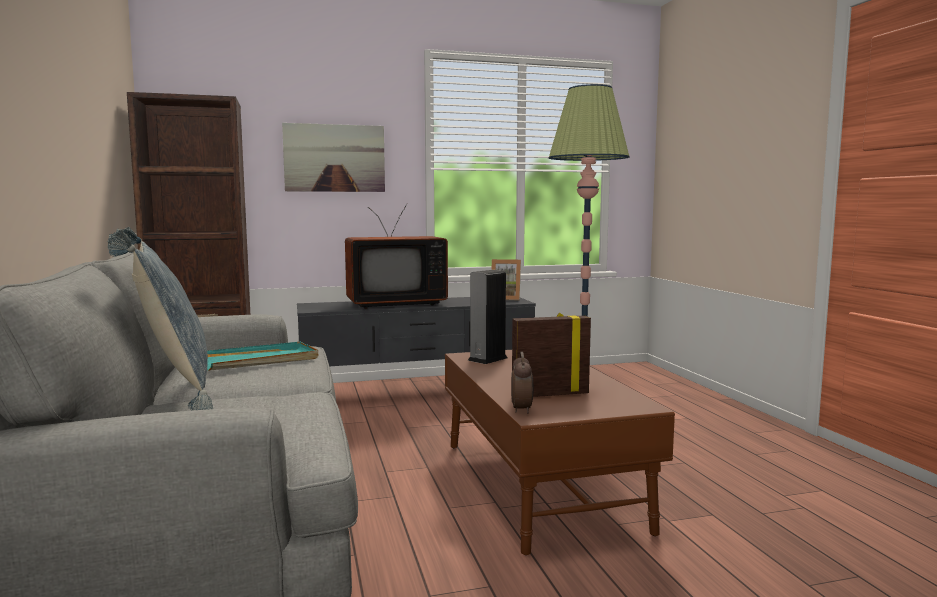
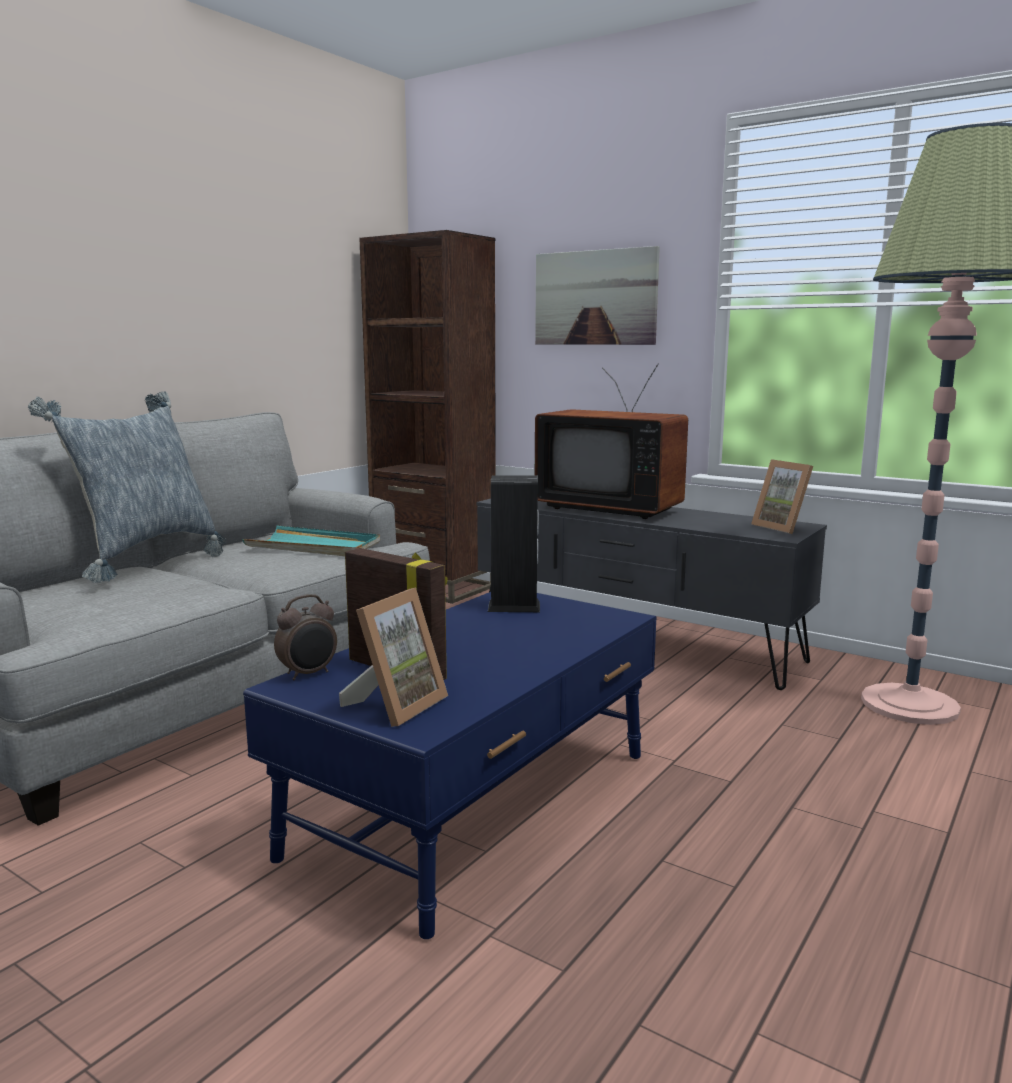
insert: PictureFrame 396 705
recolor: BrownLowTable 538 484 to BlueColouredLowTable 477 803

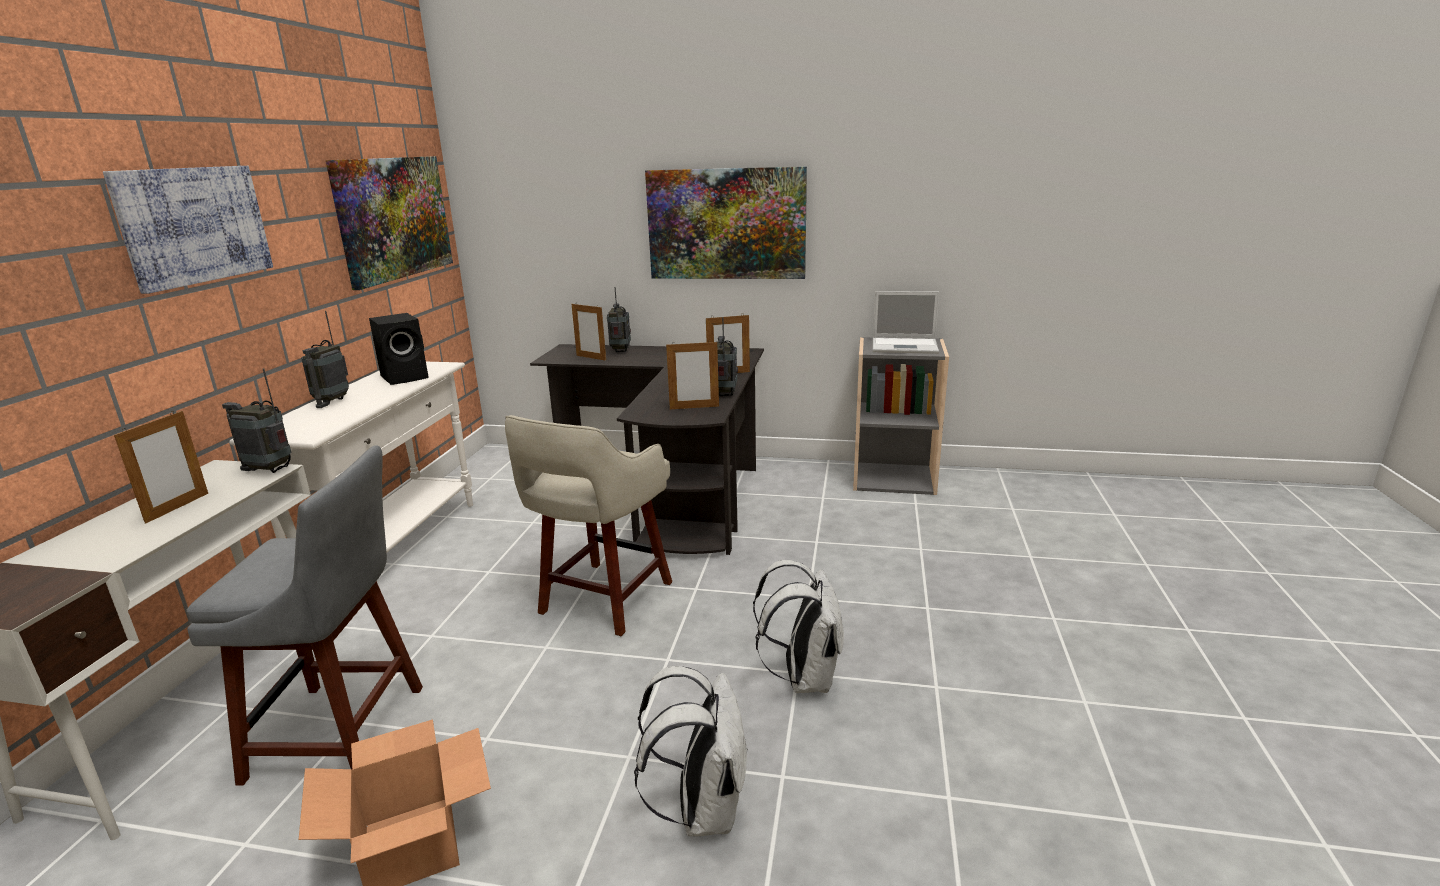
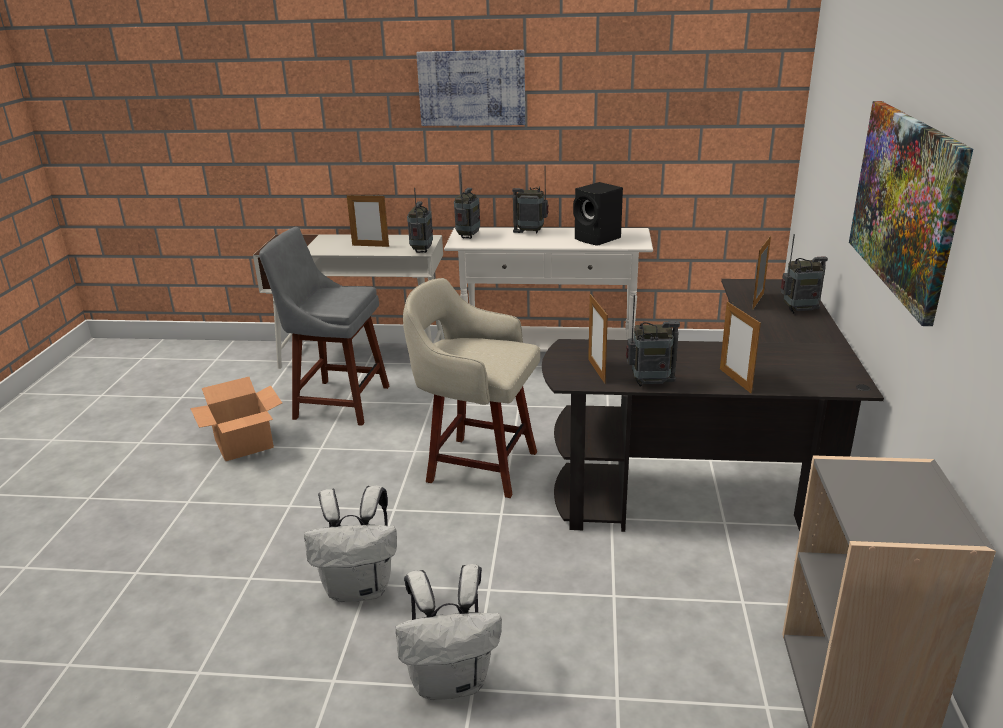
delete: WallPicture 394 218; NotebookComputer 906 346
insert: RadioReceiver 468 236
move: WhitishBackpack 702 808 to 451 680
rotate: GrayChair 345 733 = 337 401 105 degrees clockwise

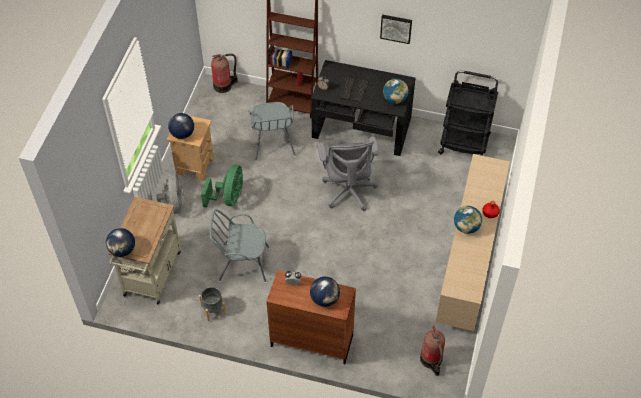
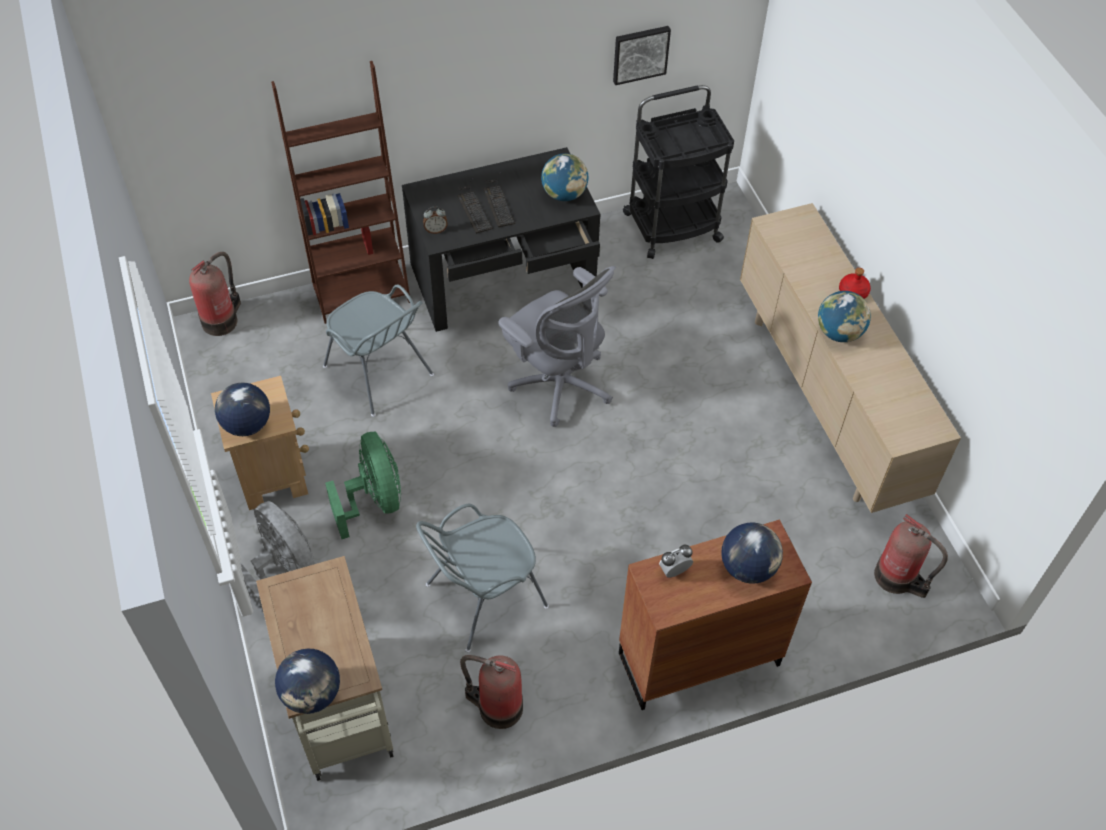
move: WallPicture 396 28 to 640 53
replace: GrayPlantPot 213 310 to FireExtinguisher 497 707

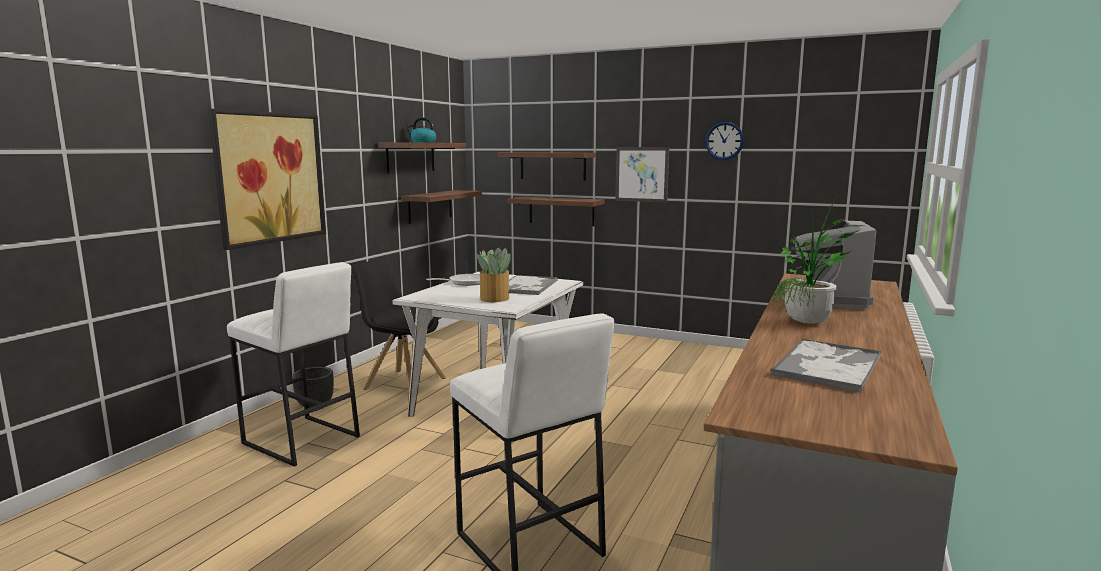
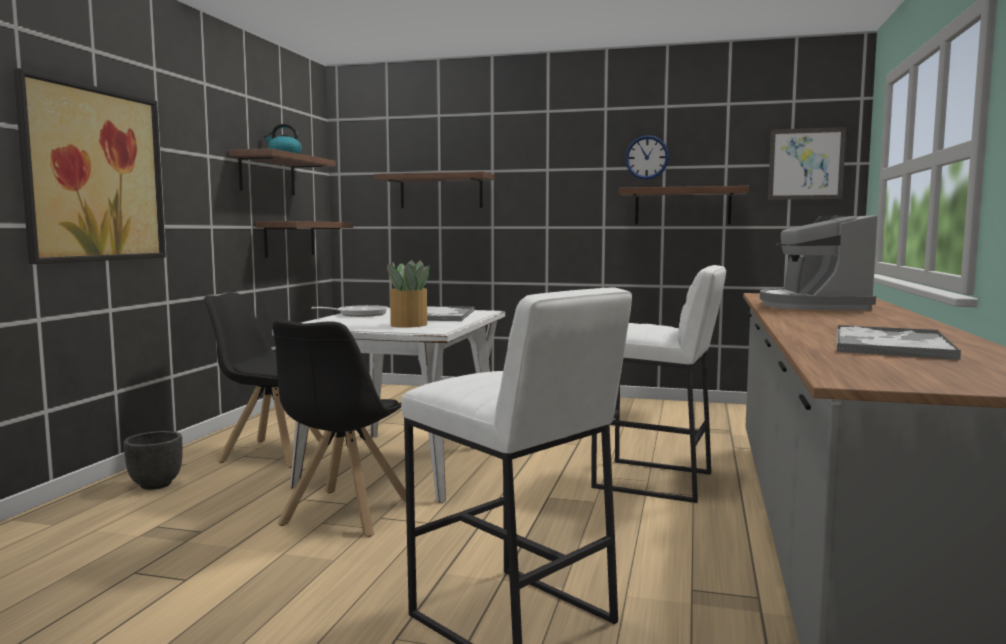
delete: Houseplant 807 324
insert: BlackColouredChair 344 514
move: WhitishStoolSeat 302 440 to 655 481; WallShelf 561 211 to 682 206; WallPicture 641 174 to 806 164

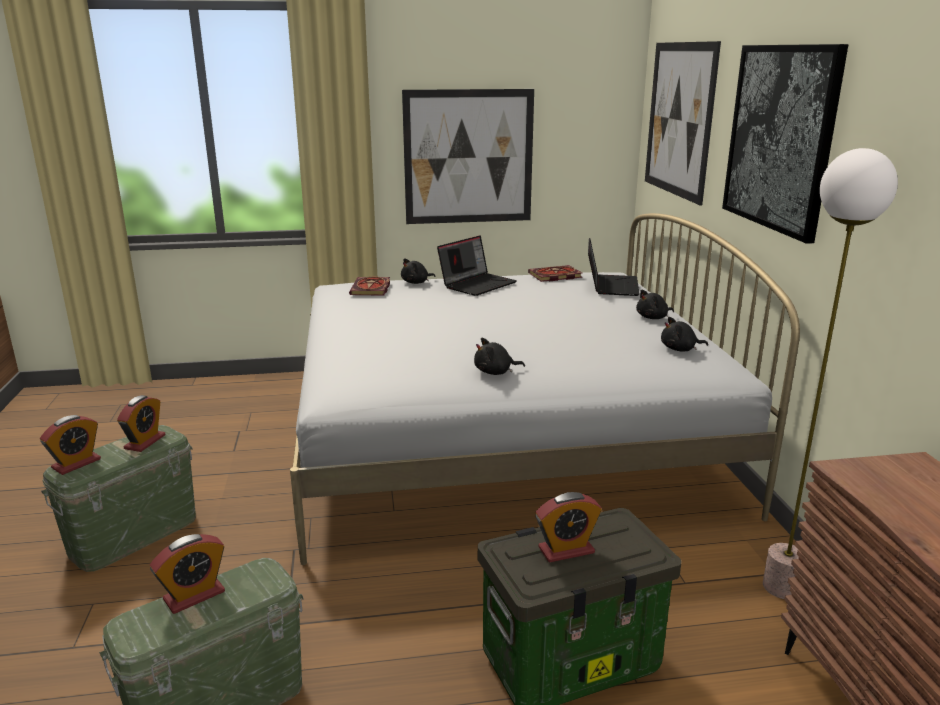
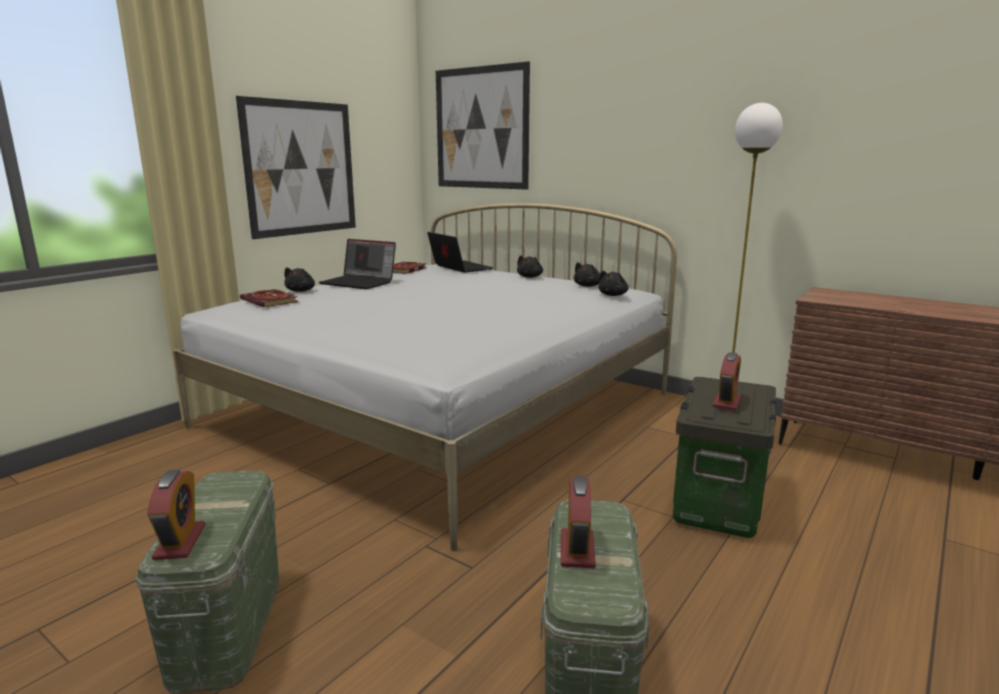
delete: TableClock 145 442; WallPicture 780 138
move: BlackColouredSoftToy 495 372 to 613 295
rotate: NotebookComputer 477 284 = 360 283 120 degrees clockwise

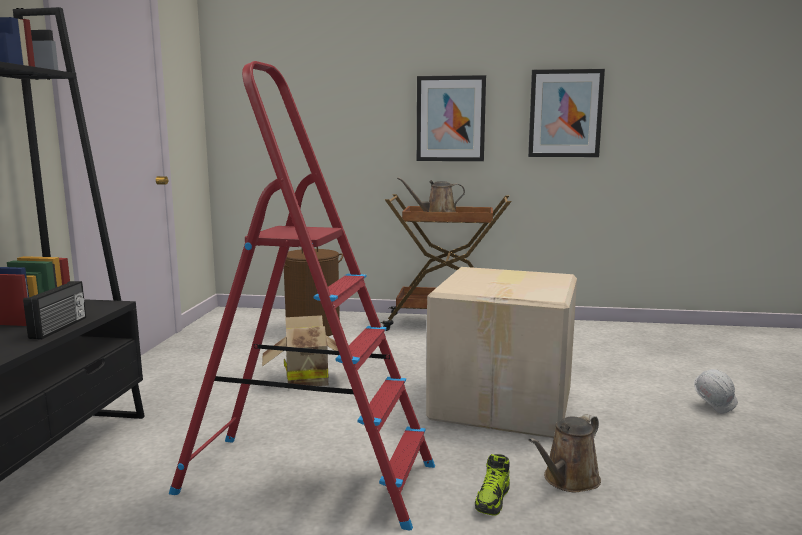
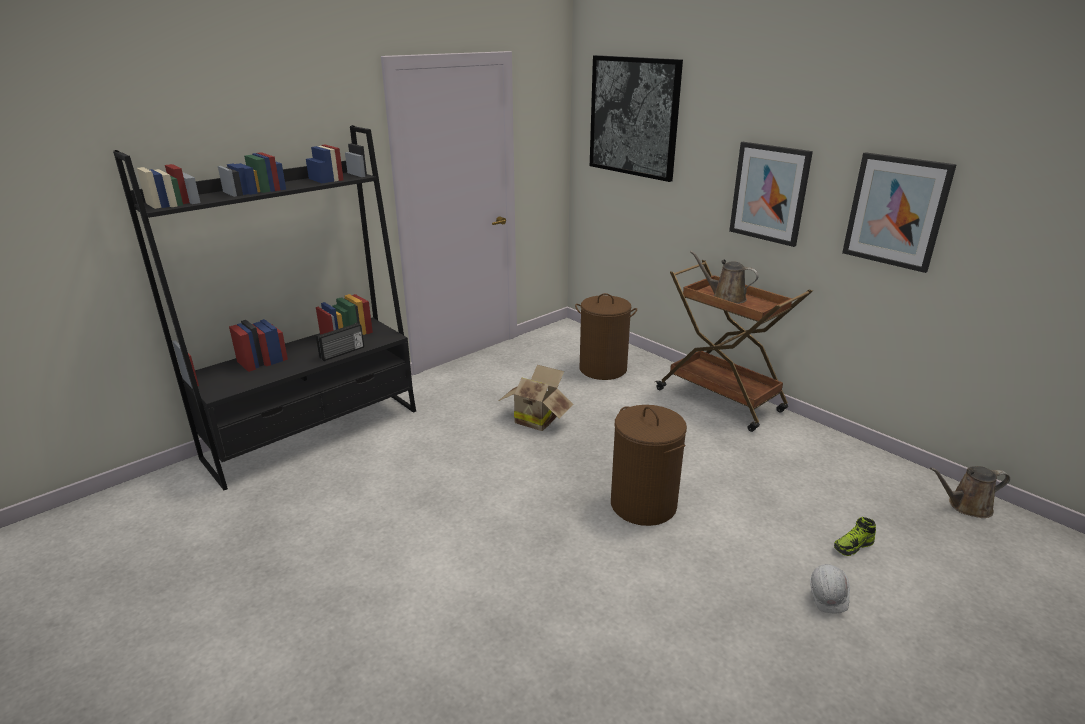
delete: RedStepStool 309 479
insert: WallPicture 633 117
move: Shoe 493 500 to 853 546; BrownWateringPot 568 480 to 966 506
replace: CardboardBox 504 403 to BrownHamper 643 505

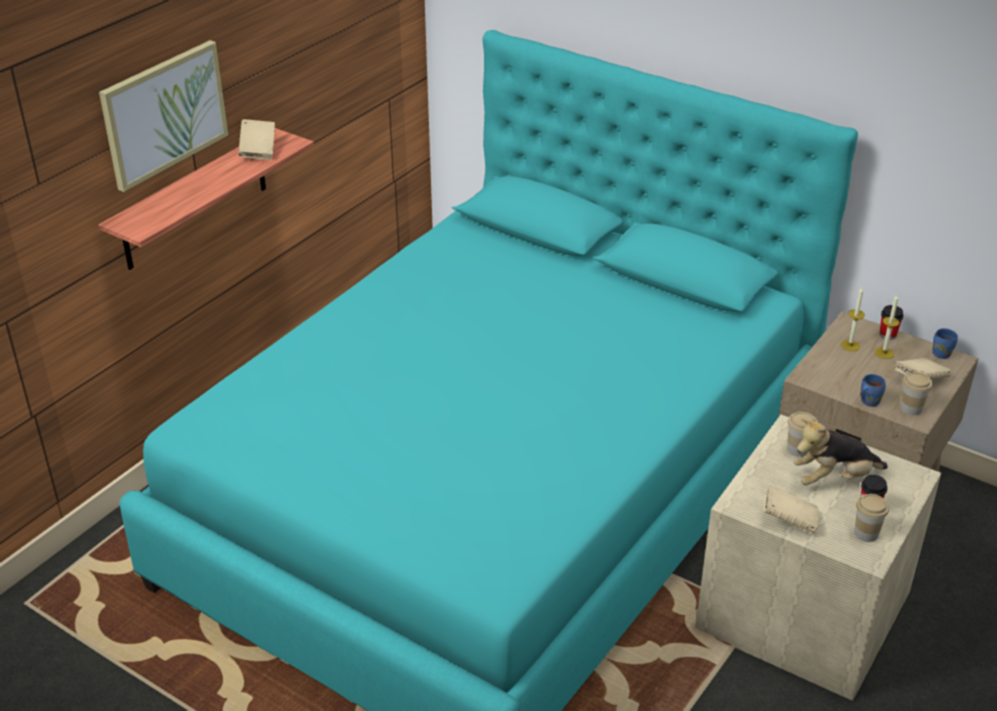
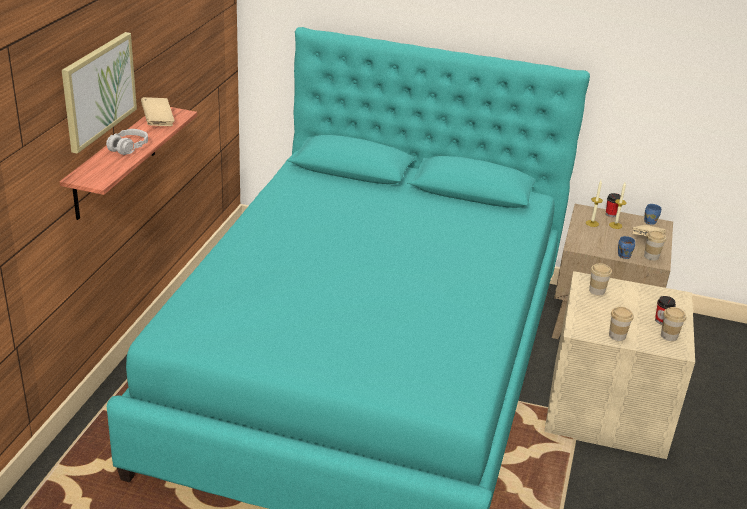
delete: SoftToy 833 478
insert: GrayPairOfHeadphones 128 148
replace: BeigeBook 789 520 to DrinkingCup 617 336

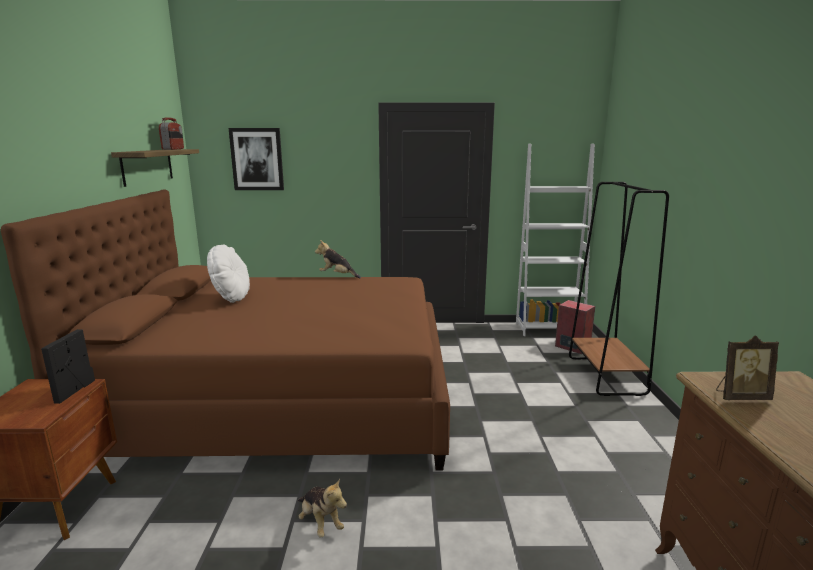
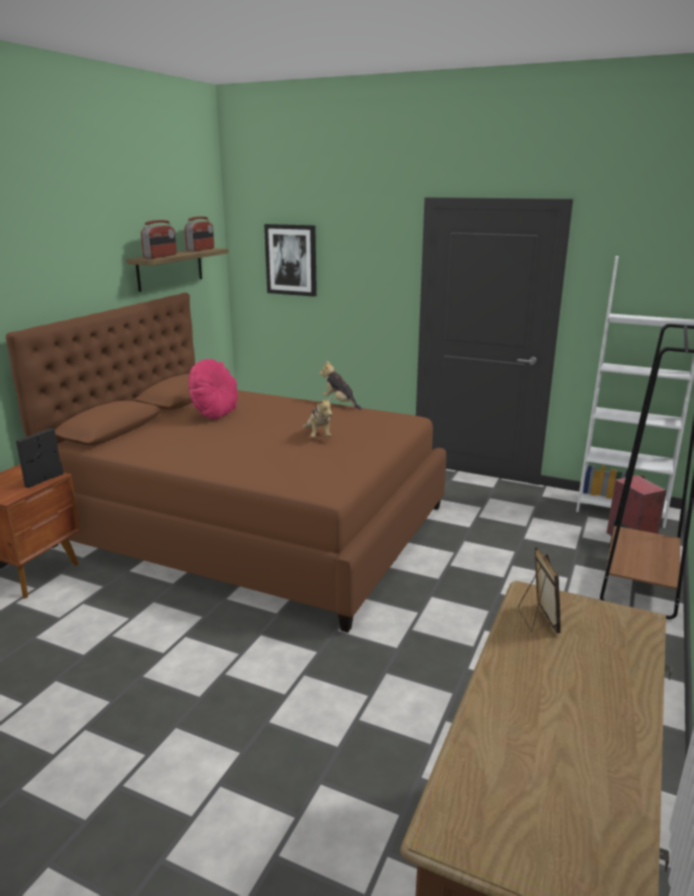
insert: RadioReceiver 160 256
move: SoftToy 320 522 to 318 436
recolor: WhitishThrowPillow 231 299 to PinkColouredThrowPillow 215 415
rotate: PictureFrame 740 396 = 537 619 120 degrees counterclockwise

